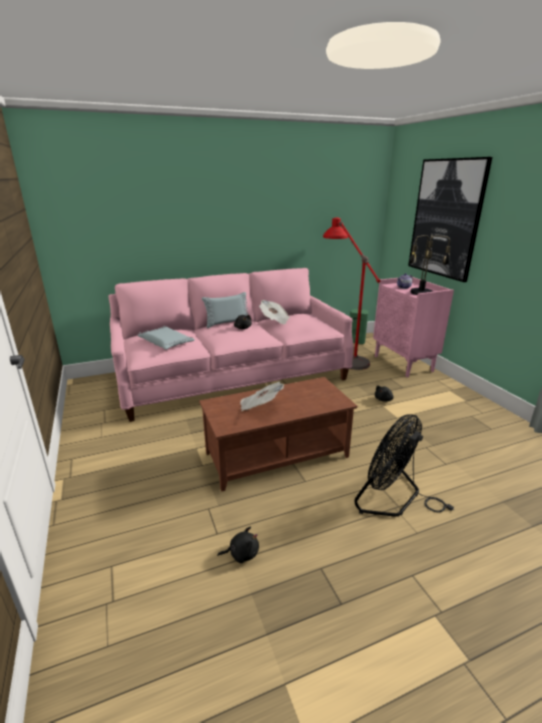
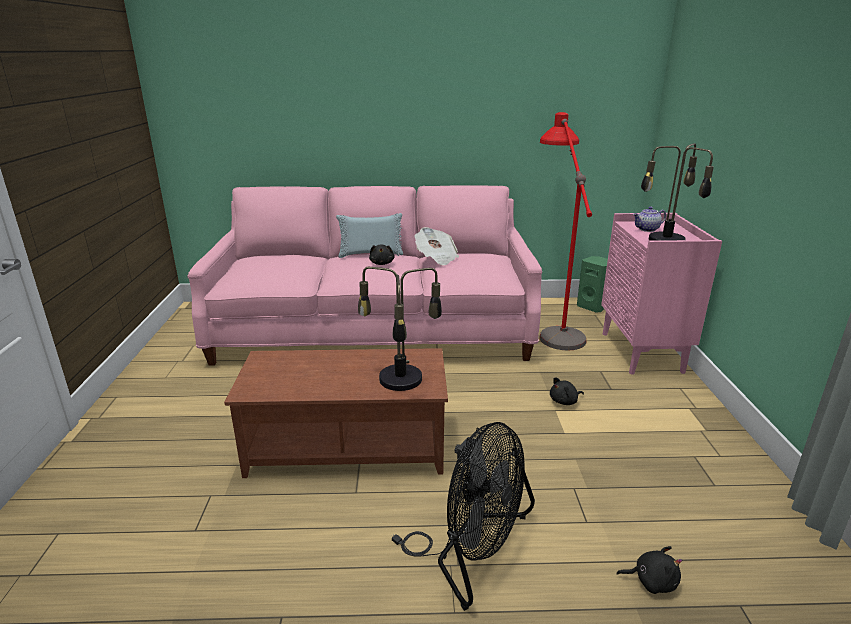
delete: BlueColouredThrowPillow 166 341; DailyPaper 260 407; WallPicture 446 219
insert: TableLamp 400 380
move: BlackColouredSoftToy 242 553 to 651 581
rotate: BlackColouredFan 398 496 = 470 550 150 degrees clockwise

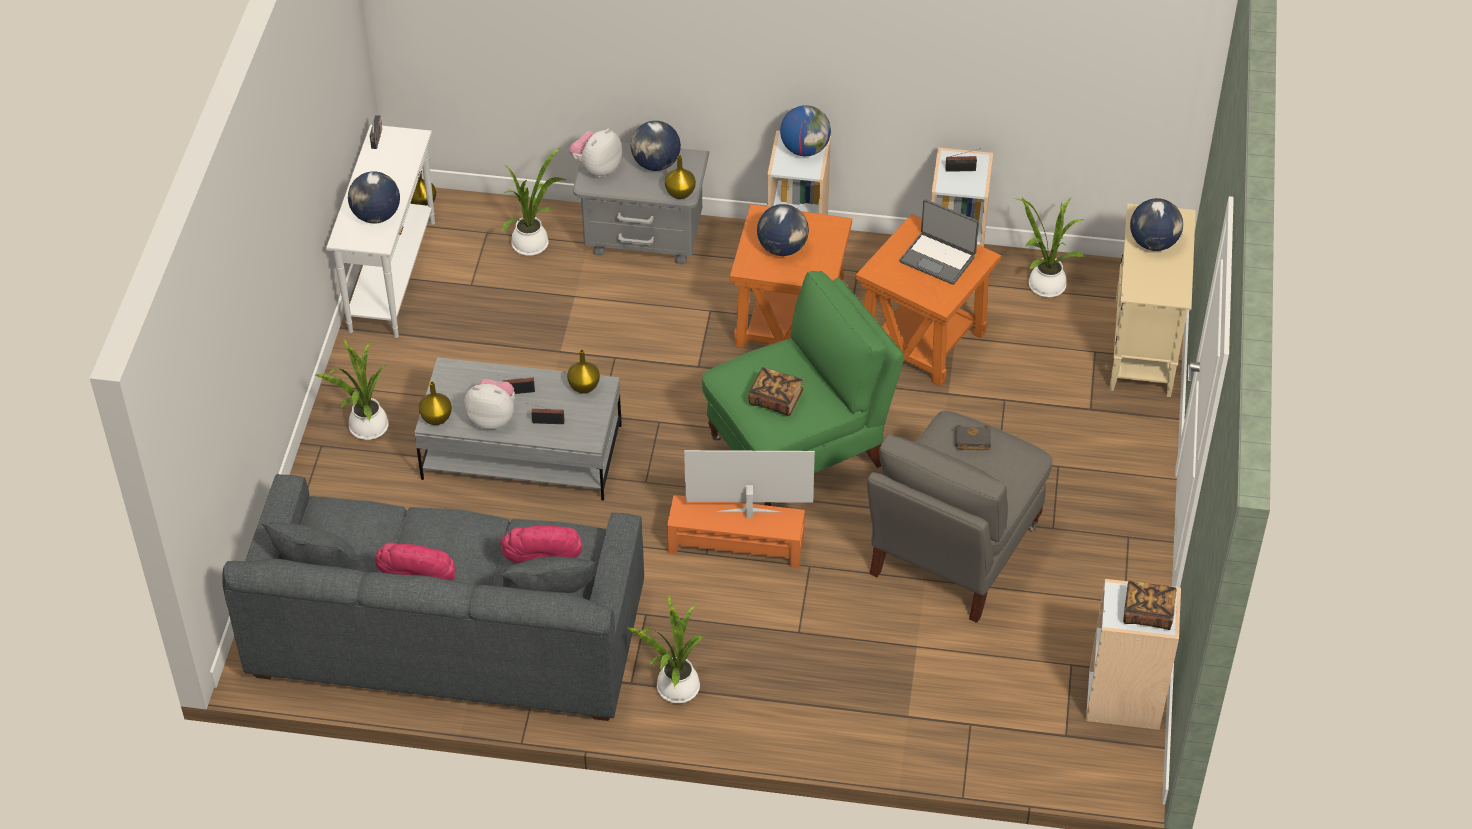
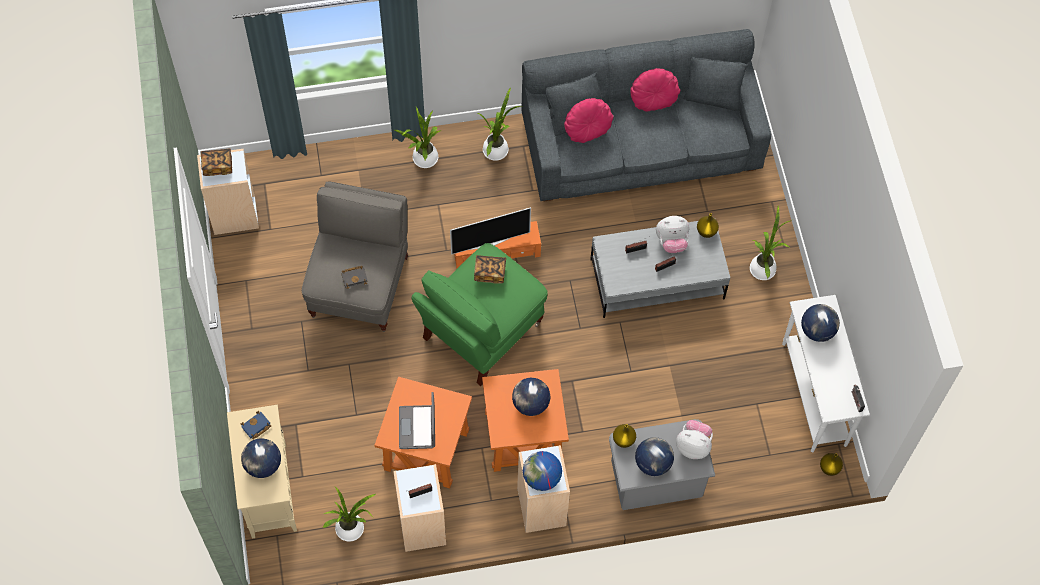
delete: YellowColouredDecorativeVase 583 387
insert: BlueColouredBook 256 427
move: Houseplant 533 244 to 423 159
rotate: NotebookComputer 938 258 = 418 427 105 degrees counterclockwise; SoftToy 597 168 = 693 446 90 degrees counterclockwise

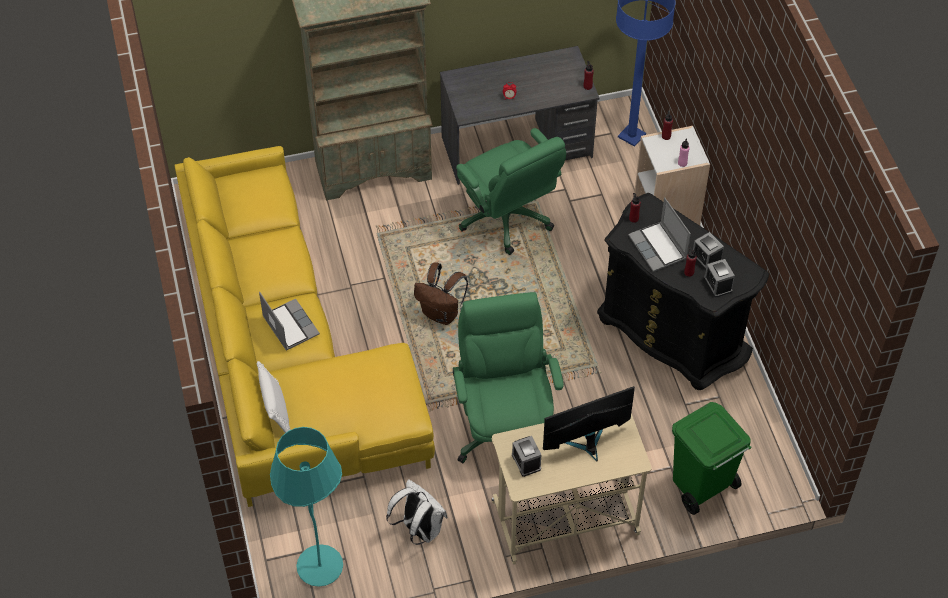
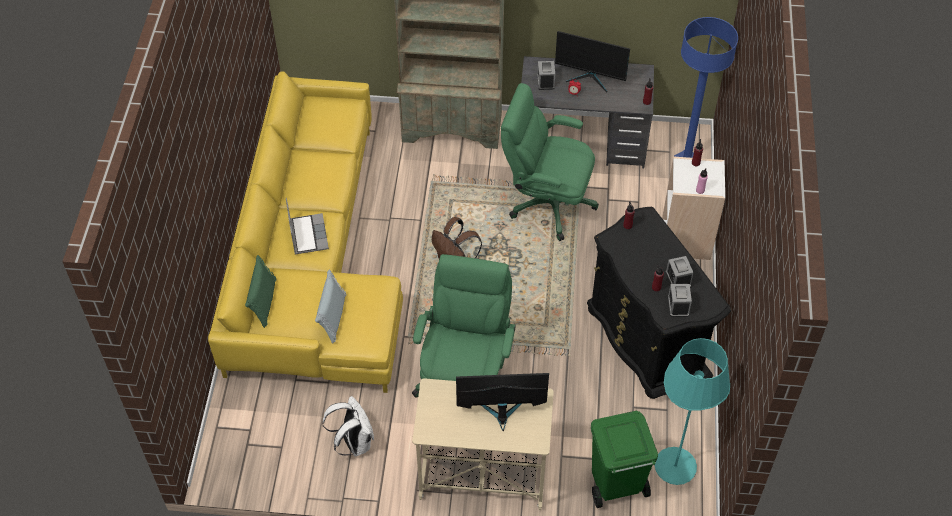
delete: NotebookComputer 658 248
insert: BlueColouredThrowPillow 332 317; Monitor 590 78
move: TableClock 526 462 to 545 81; TurquoiseColouredStandardLamp 320 567 to 675 467
recolor: WhitishThrowPillow 275 410 to GreenishThrowPillow 263 302
rotate: GreenishOfficeChair 508 222 = 546 203 120 degrees clockwise

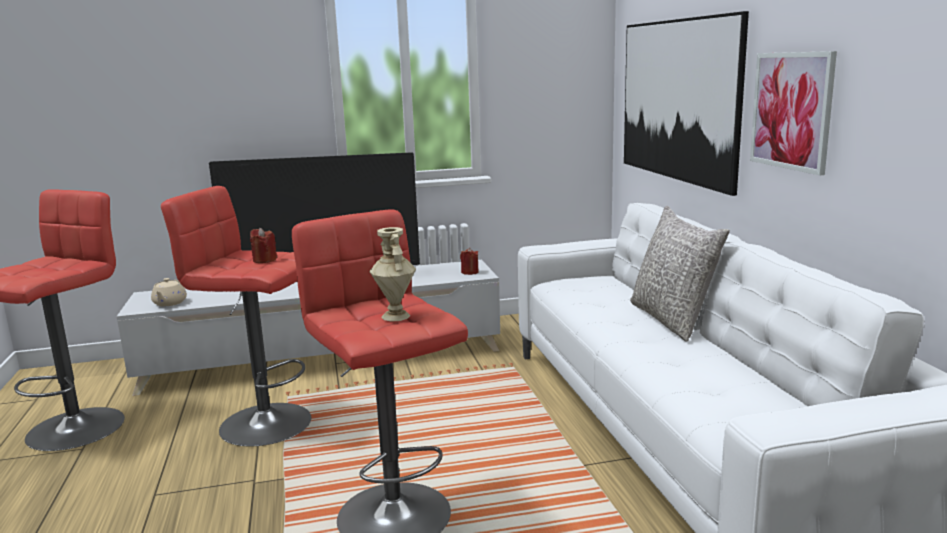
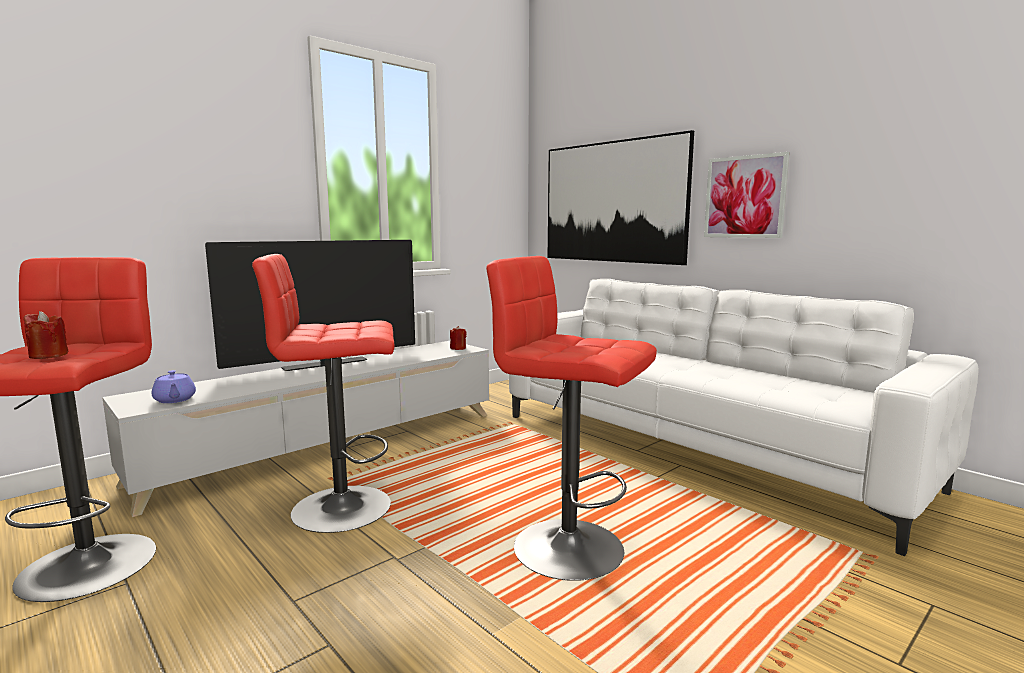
delete: BeigeDecorativeVase 395 316; GrayThrowPillow 672 320
move: RedWaxCandle 264 260 to 48 355
recolor: BeigeTeaPot 169 303 to PurpleColouredTeaPot 174 400

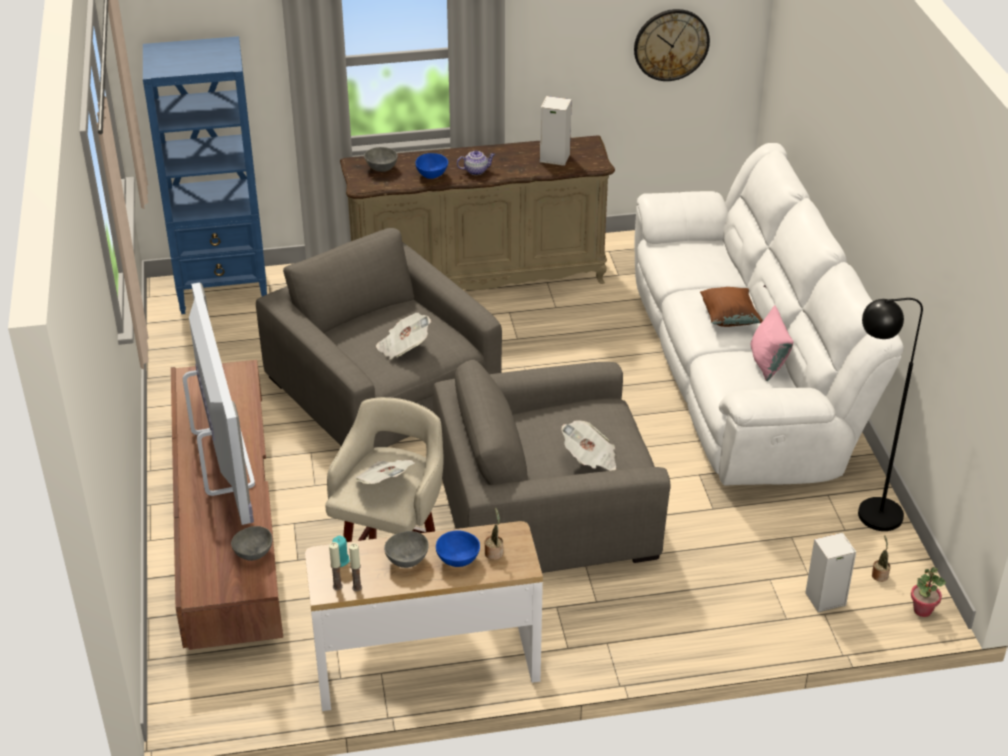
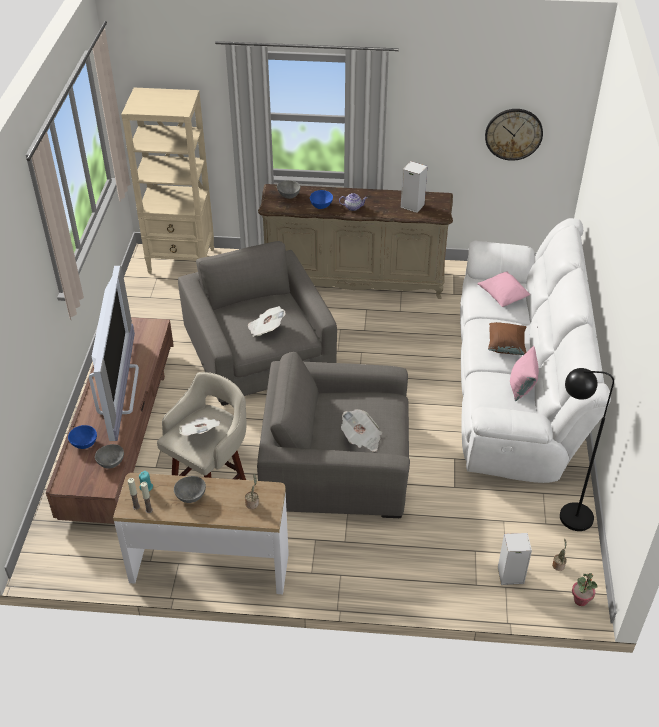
insert: PinkColouredThrowPillow 502 297
move: BlueColouredDeepDish 457 559 to 84 443
recolor: BlueColouredBookshelf 224 291 to BeigeBookshelf 182 261

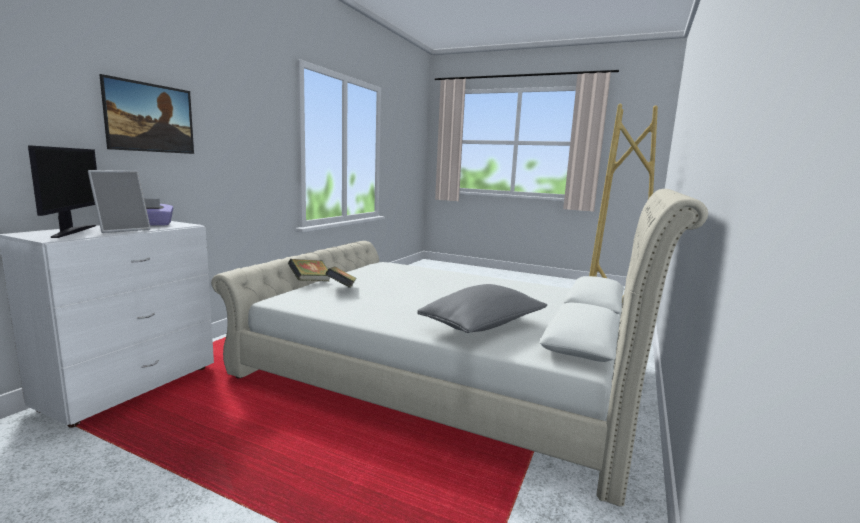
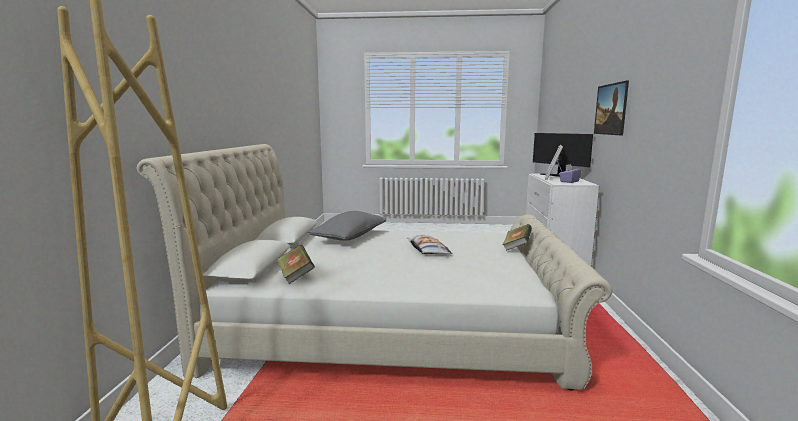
insert: ThrowPillow 427 250
move: Book 341 289 to 295 276

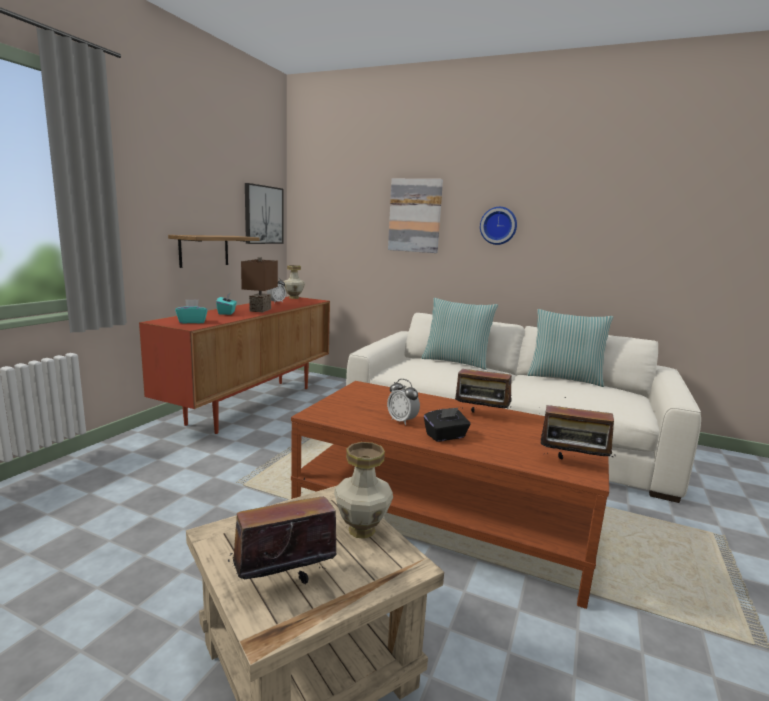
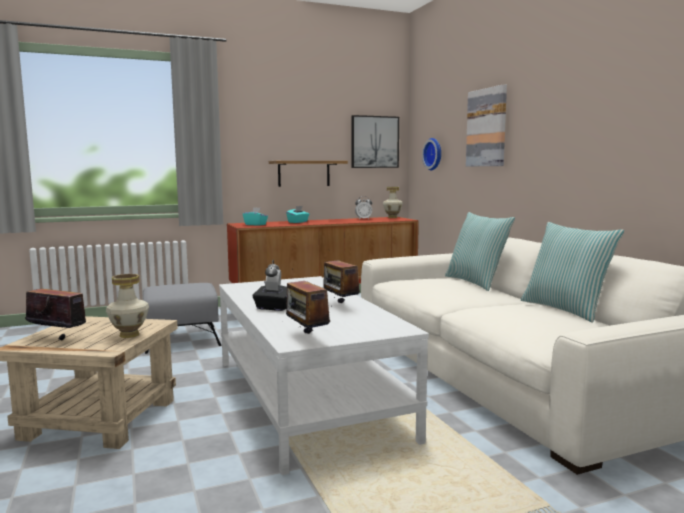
delete: BrownTableLamp 261 310
insert: GrayFootrest 182 339
move: HangingClock 498 225 to 434 154
recolor: BrownLowTable 443 517 to WhitishLowTable 307 397

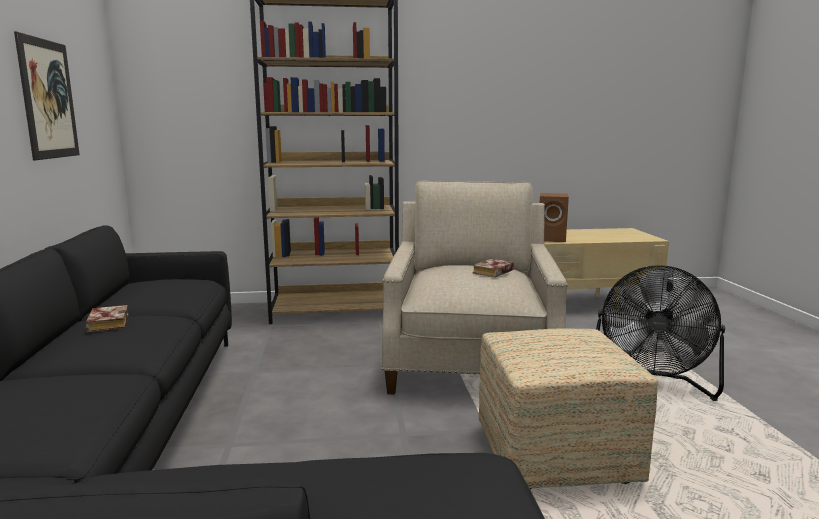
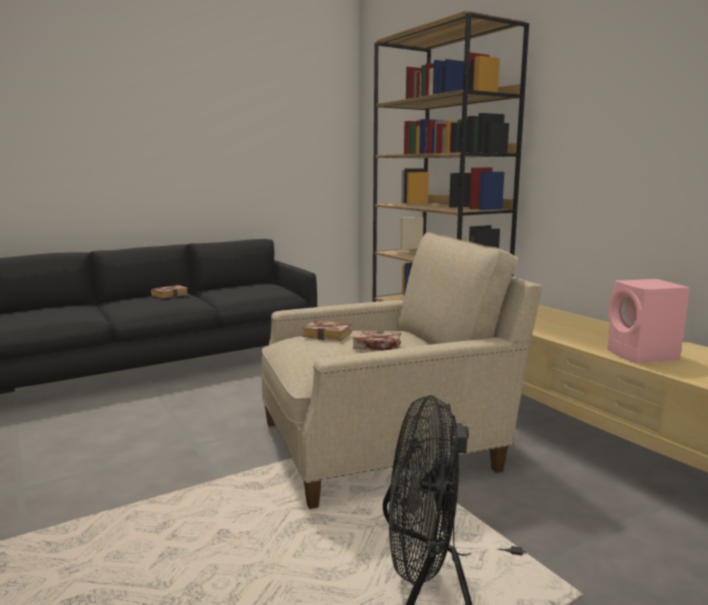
delete: WallPicture 48 99; Footrest 556 456
insert: Book 329 335
recolor: BrownLoudspeaker 553 239 to PinkColouredLoudspeaker 643 356

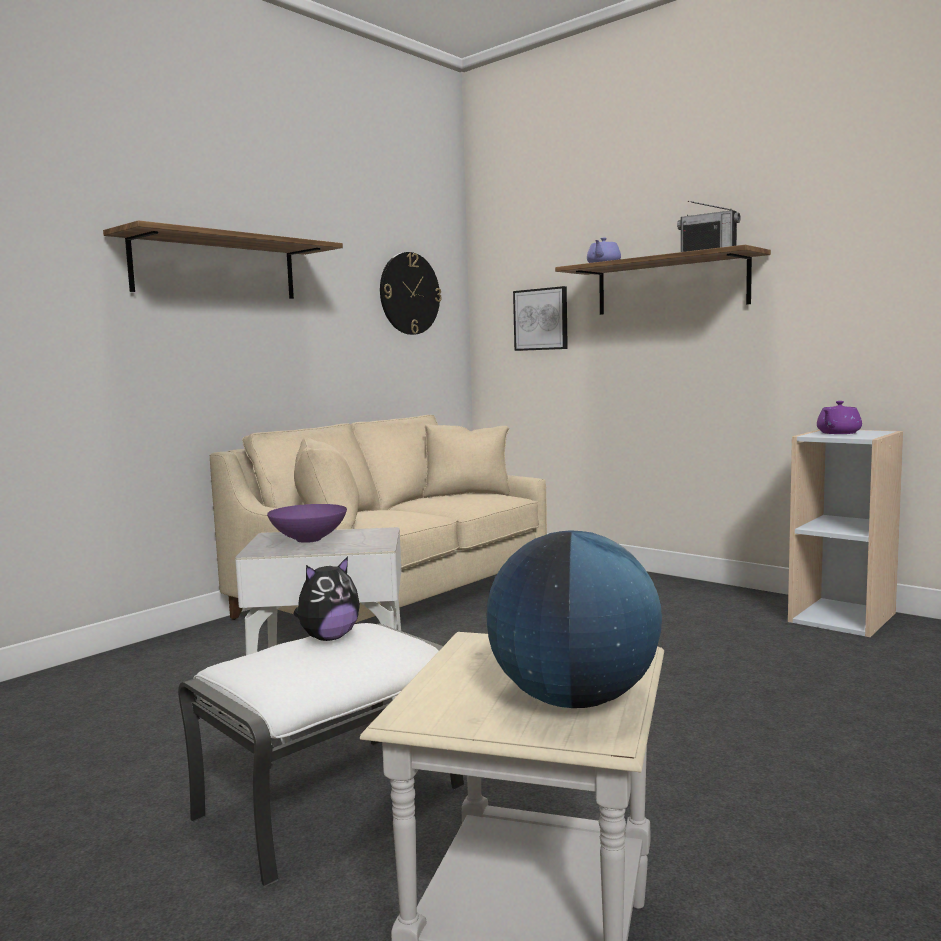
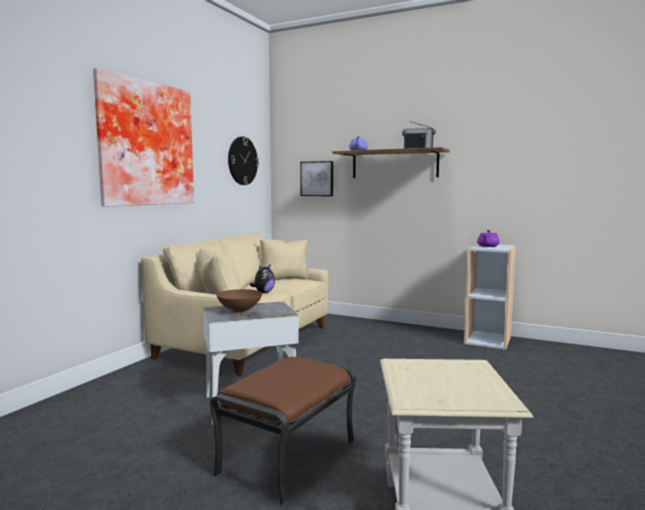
delete: Globe 573 700
move: SoftToy 328 638 to 263 292
replace: WallShelf 216 268 to WallPicture 144 144
recolor: WhitishFootrest 331 800 to BrownFootrest 288 456; PurpleColouredDeepDish 307 540 to BrownDeepDish 239 310

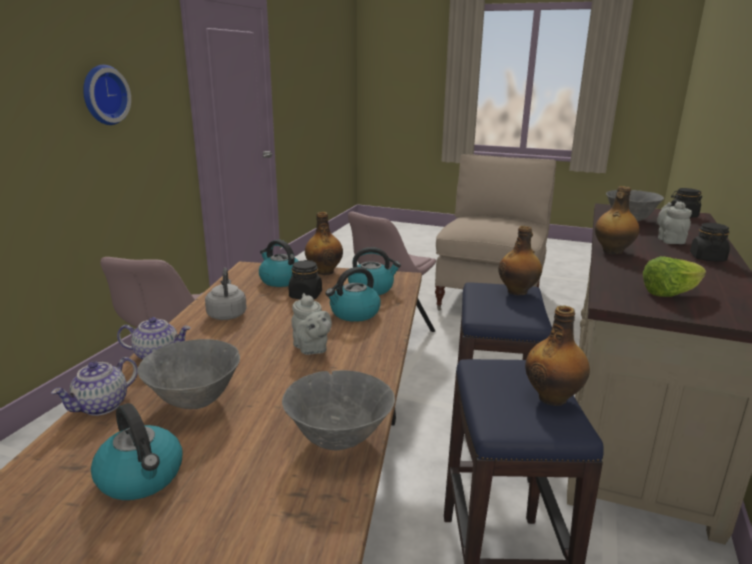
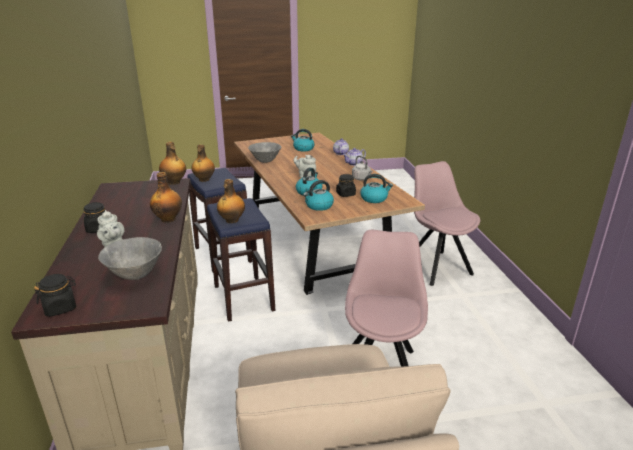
delete: HangingClock 103 95; GrayDeepDish 195 401; LettuceHead 669 293
move: DrinkBottle 324 271 to 174 182

